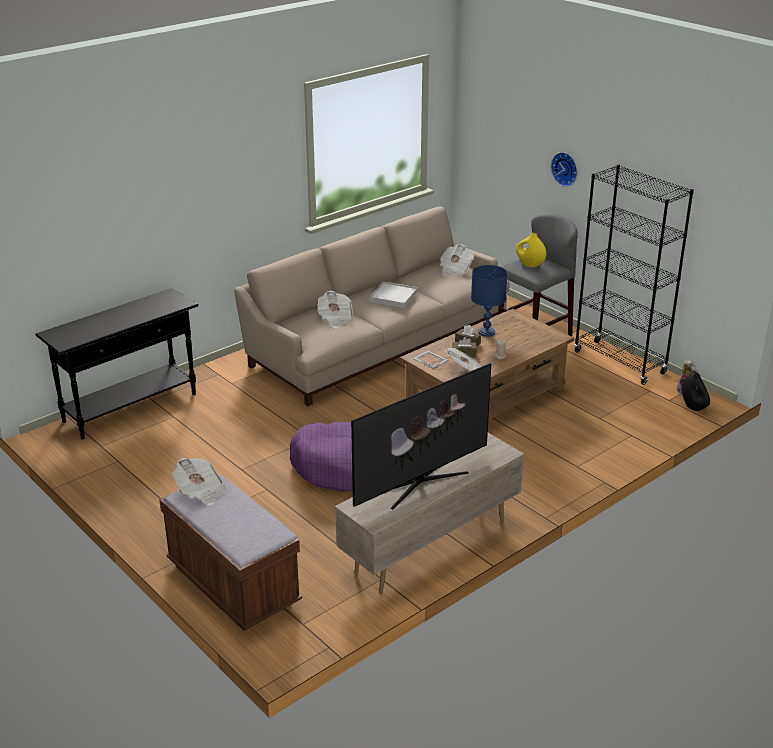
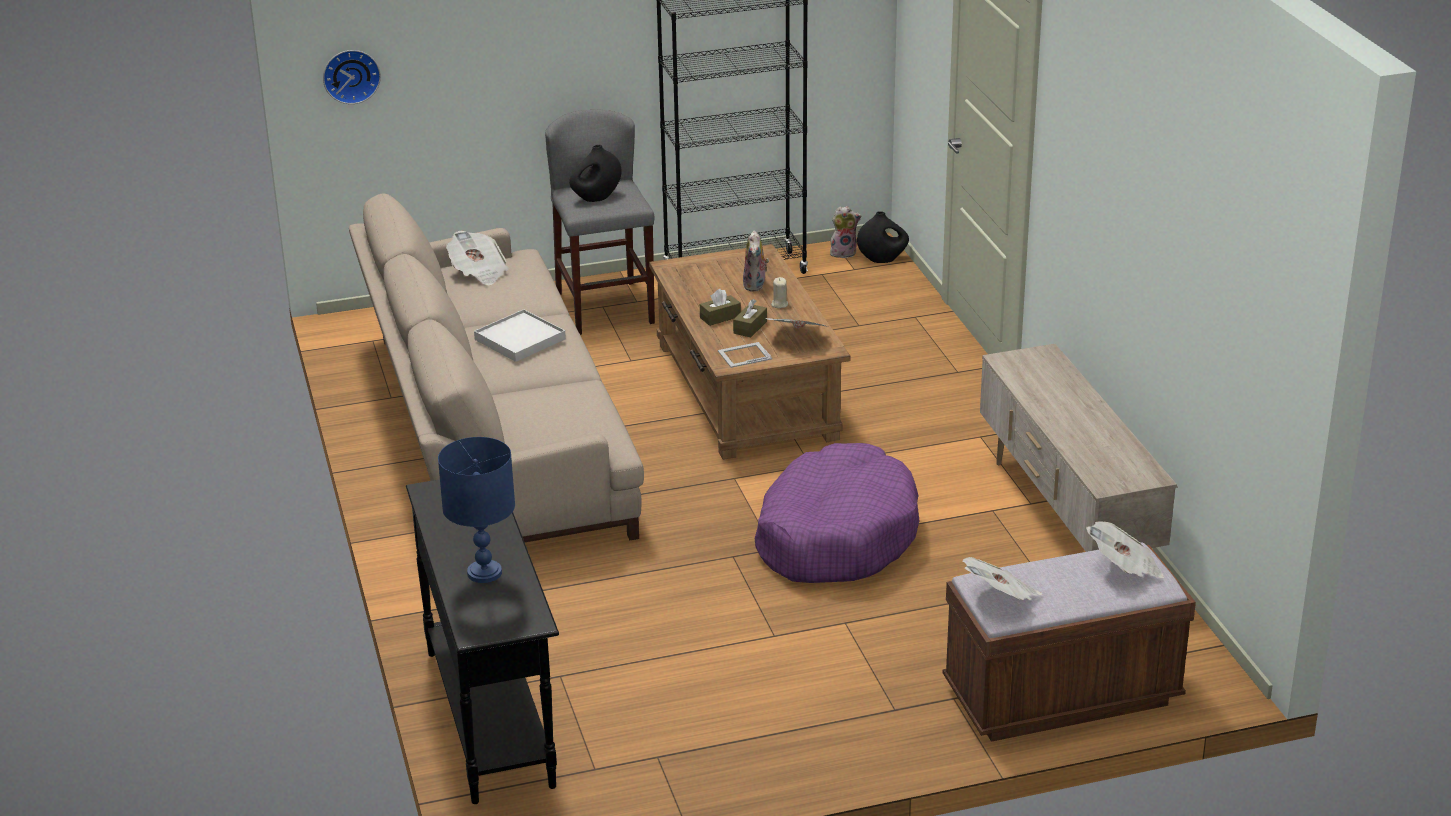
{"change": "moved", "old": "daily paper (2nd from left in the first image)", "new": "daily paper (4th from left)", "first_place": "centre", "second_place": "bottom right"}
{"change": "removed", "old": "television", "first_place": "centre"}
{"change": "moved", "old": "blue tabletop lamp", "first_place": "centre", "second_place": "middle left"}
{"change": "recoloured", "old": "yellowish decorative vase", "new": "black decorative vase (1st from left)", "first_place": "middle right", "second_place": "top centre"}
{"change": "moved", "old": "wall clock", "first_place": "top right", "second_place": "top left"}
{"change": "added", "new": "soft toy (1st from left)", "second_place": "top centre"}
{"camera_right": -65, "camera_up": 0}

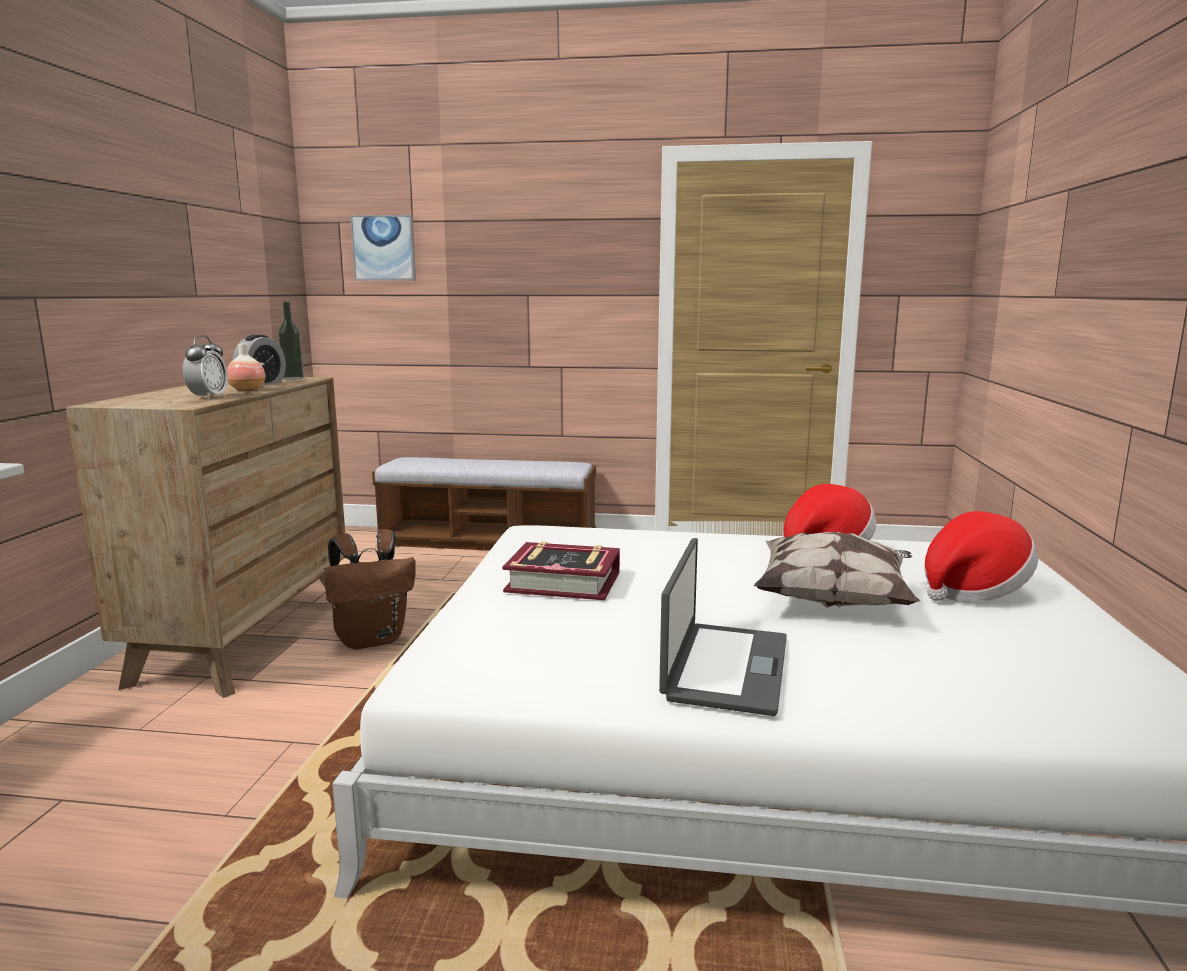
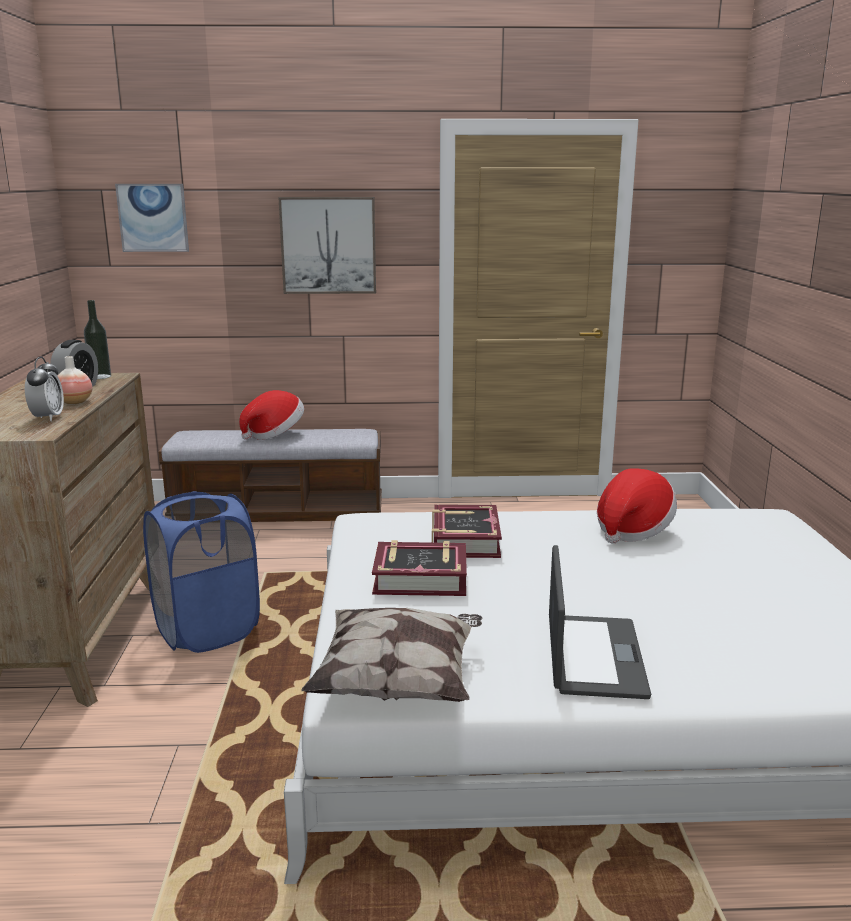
{"change": "replaced", "old": "brown-coloured backpack", "new": "blue laundry basket", "first_place": "middle left", "second_place": "middle left"}
{"change": "moved", "old": "pillow", "first_place": "middle right", "second_place": "bottom centre"}
{"change": "moved", "old": "hat (2nd from left in the first image)", "new": "hat (1st from left)", "first_place": "middle right", "second_place": "middle left"}
{"change": "added", "new": "wall art (2nd from left)", "second_place": "top centre"}
{"change": "added", "new": "volume (2nd from left)", "second_place": "centre"}
{"camera_right": -10, "camera_up": 5}

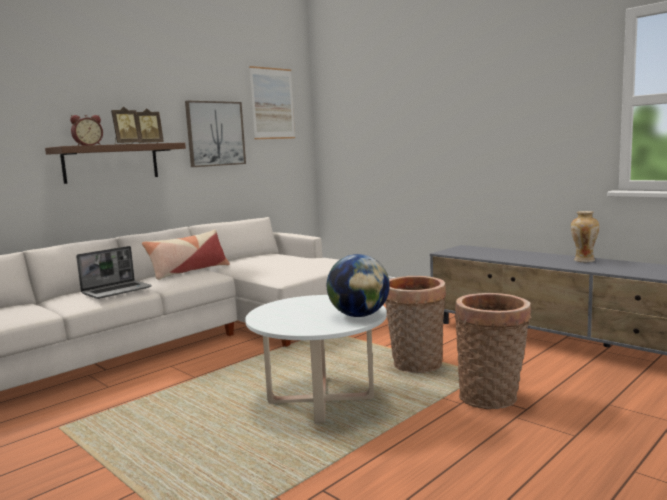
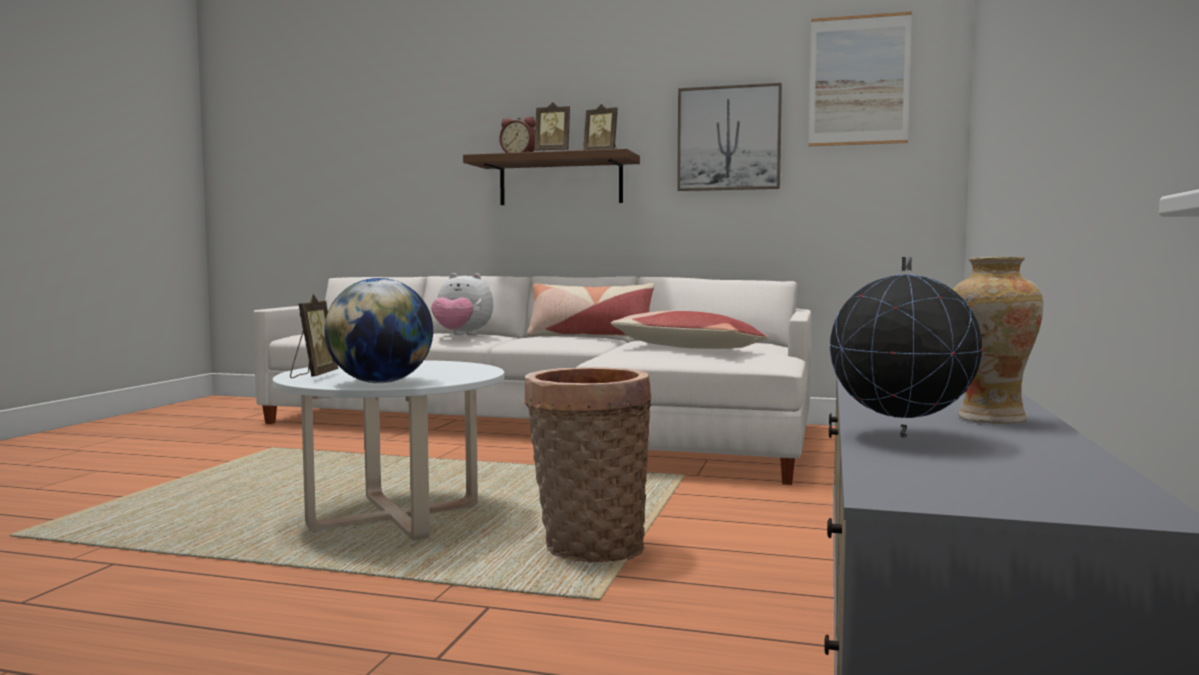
{"change": "replaced", "old": "portable computer", "new": "soft toy", "first_place": "middle left", "second_place": "centre"}
{"change": "removed", "old": "basket (2nd from left)", "first_place": "bottom right"}
{"change": "added", "new": "picture frame (1st from left)", "second_place": "middle left"}
{"change": "added", "new": "pillow (2nd from left)", "second_place": "centre"}
{"change": "added", "new": "desk globe (2nd from left)", "second_place": "middle right"}
{"camera_right": 60, "camera_up": -5}

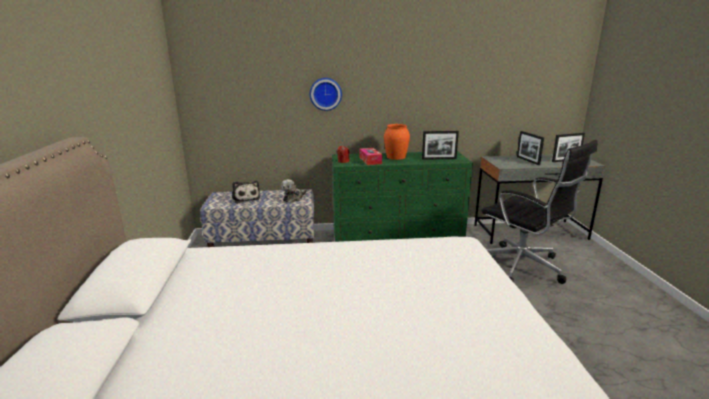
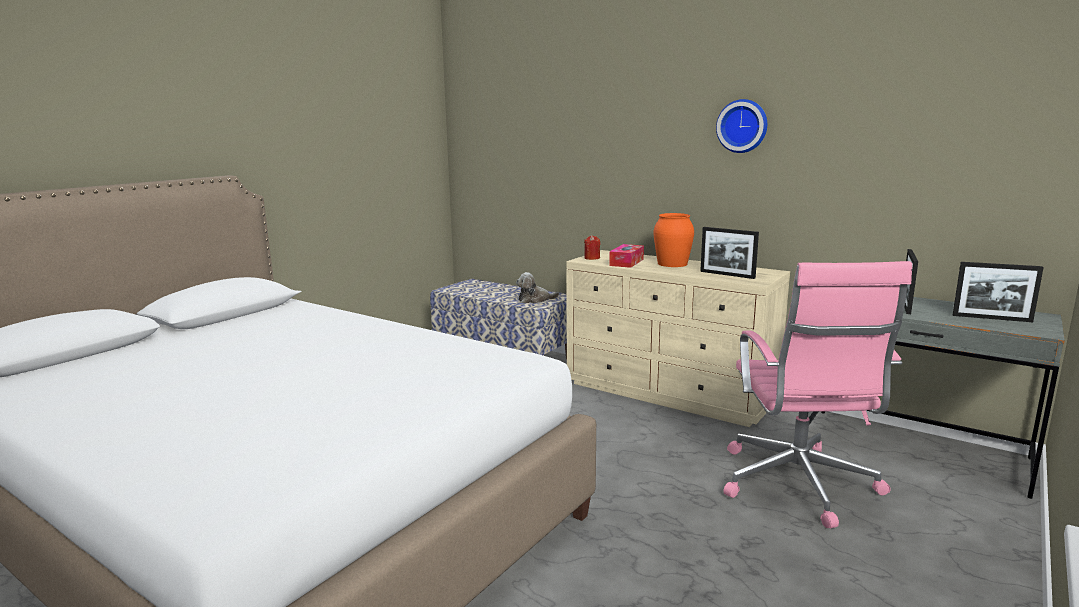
{"change": "removed", "old": "soft toy (1st from left)", "first_place": "centre"}
{"change": "moved", "old": "wall clock", "first_place": "top centre", "second_place": "top right"}
{"change": "recoloured", "old": "green-coloured chest of drawers", "new": "beige-coloured chest of drawers", "first_place": "centre", "second_place": "centre"}
{"change": "recoloured", "old": "black desk chair", "new": "pink-coloured desk chair", "first_place": "middle right", "second_place": "middle right"}
{"camera_right": 40, "camera_up": -5}

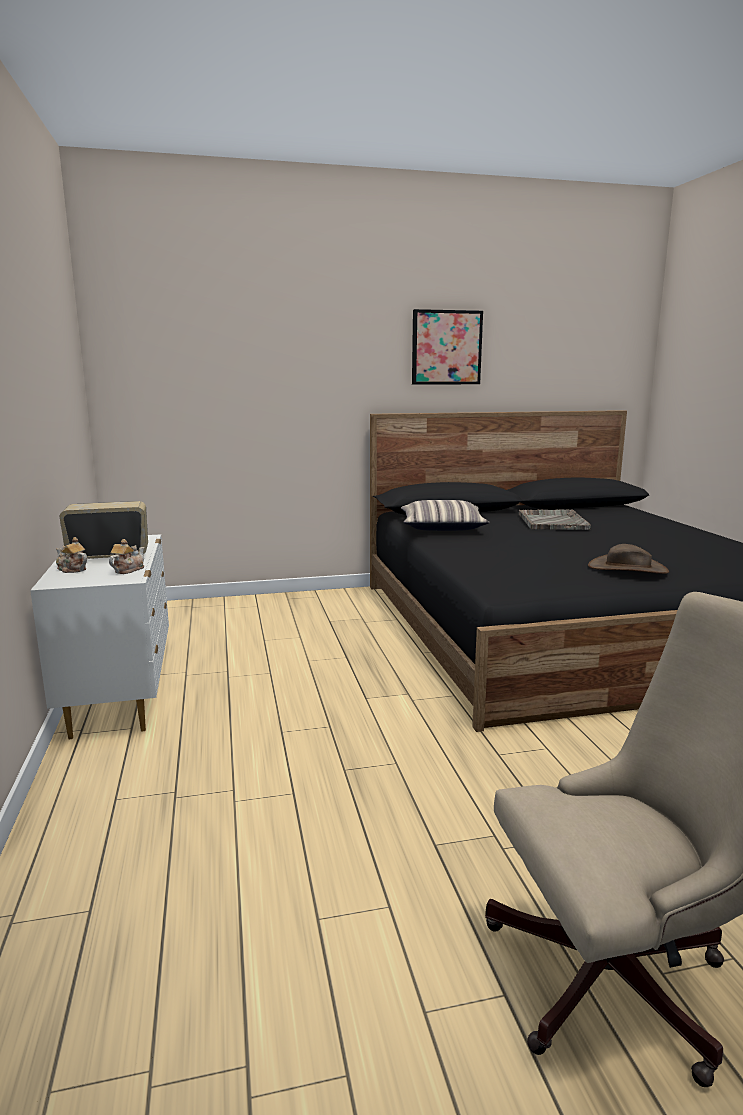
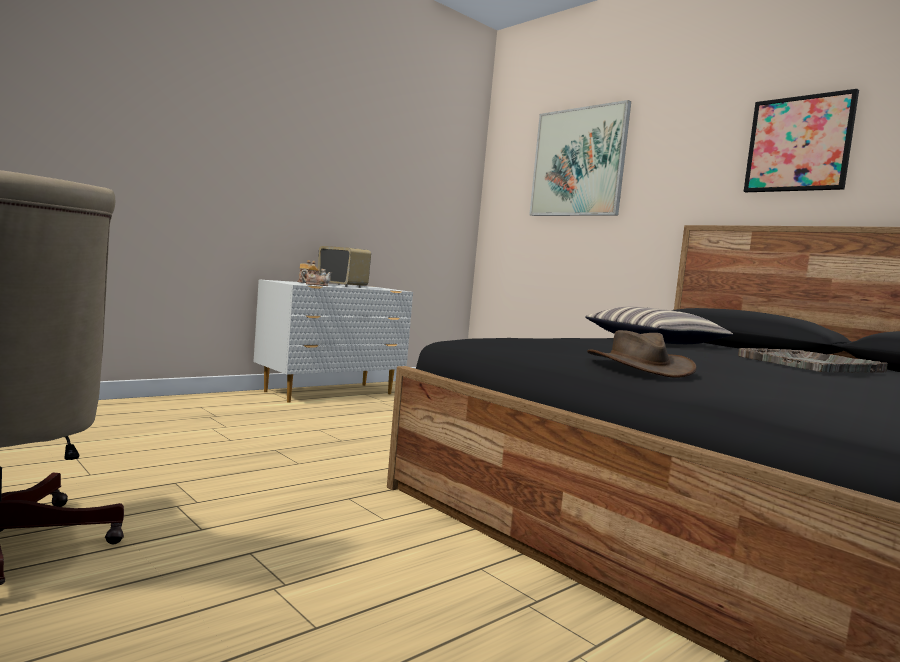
{"change": "added", "new": "wall art (1st from left)", "second_place": "top centre"}
{"camera_right": 60, "camera_up": -10}

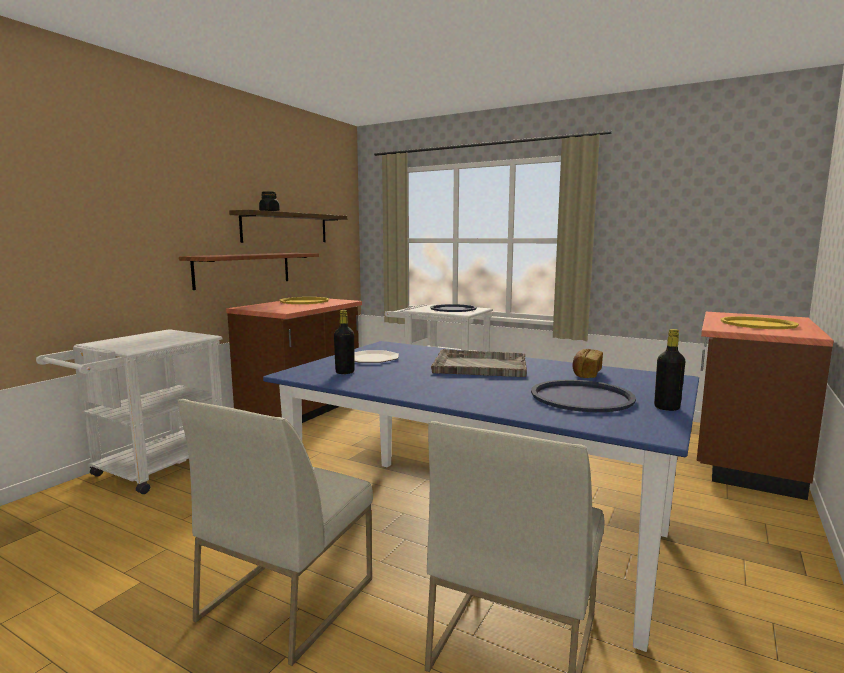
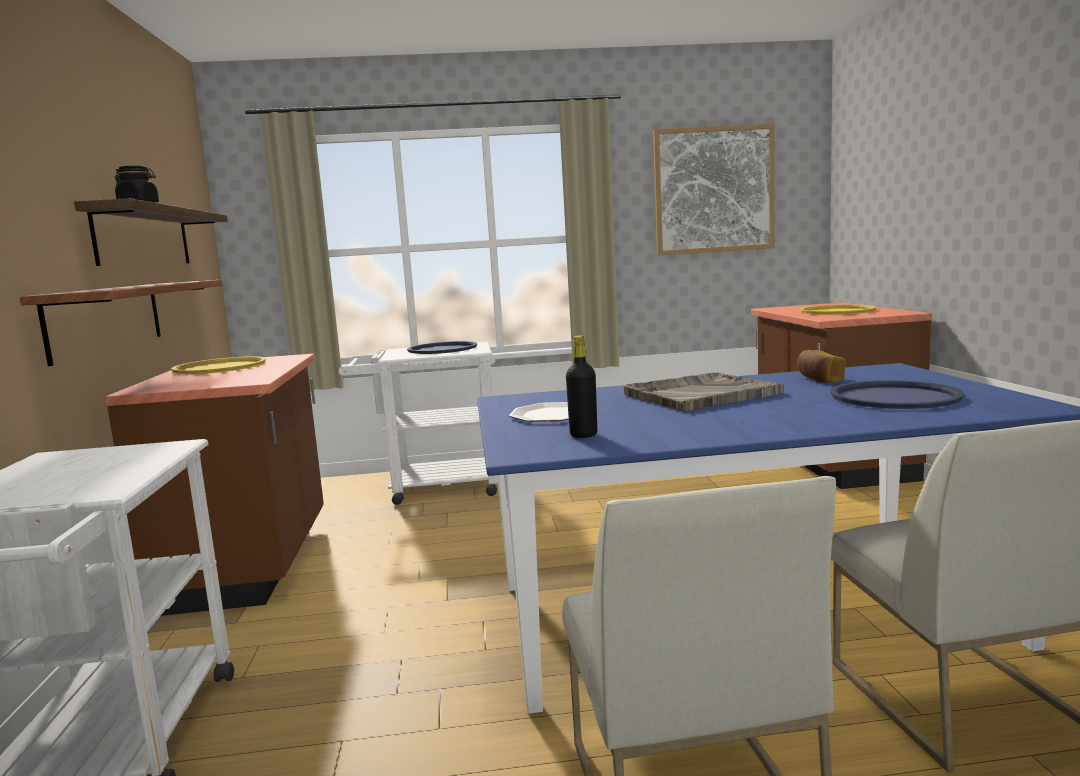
{"change": "removed", "old": "black drink bottle (2nd from left)", "first_place": "middle right"}
{"change": "added", "new": "wall art", "second_place": "top centre"}
{"camera_right": -35, "camera_up": 0}

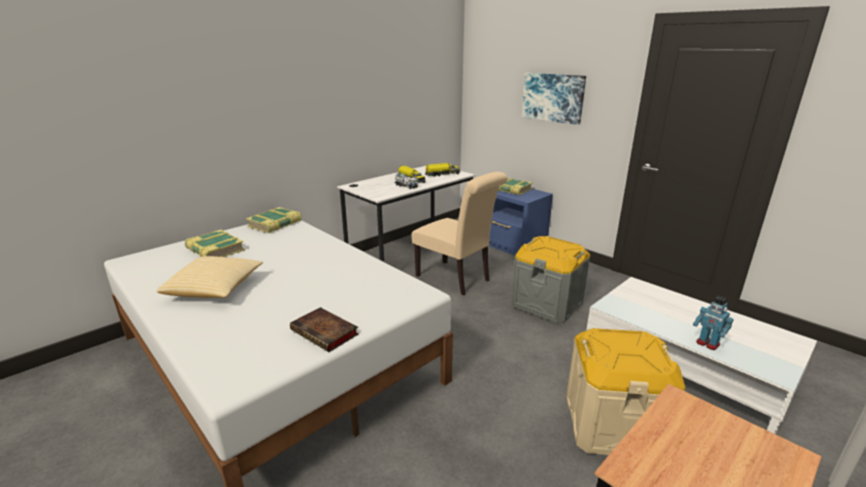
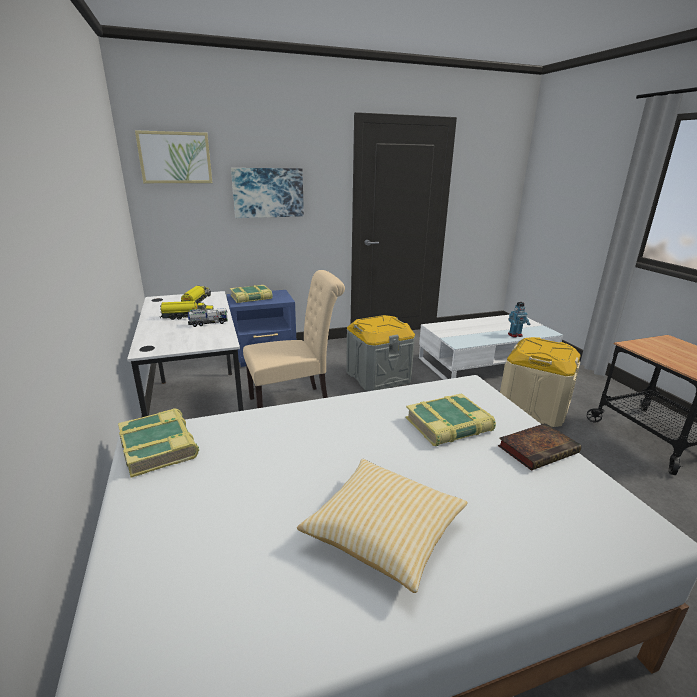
{"change": "moved", "old": "volume (1st from left in the first image)", "new": "volume (3rd from left)", "first_place": "middle left", "second_place": "centre"}
{"change": "added", "new": "wall art (1st from left)", "second_place": "top left"}
{"camera_right": -65, "camera_up": 0}

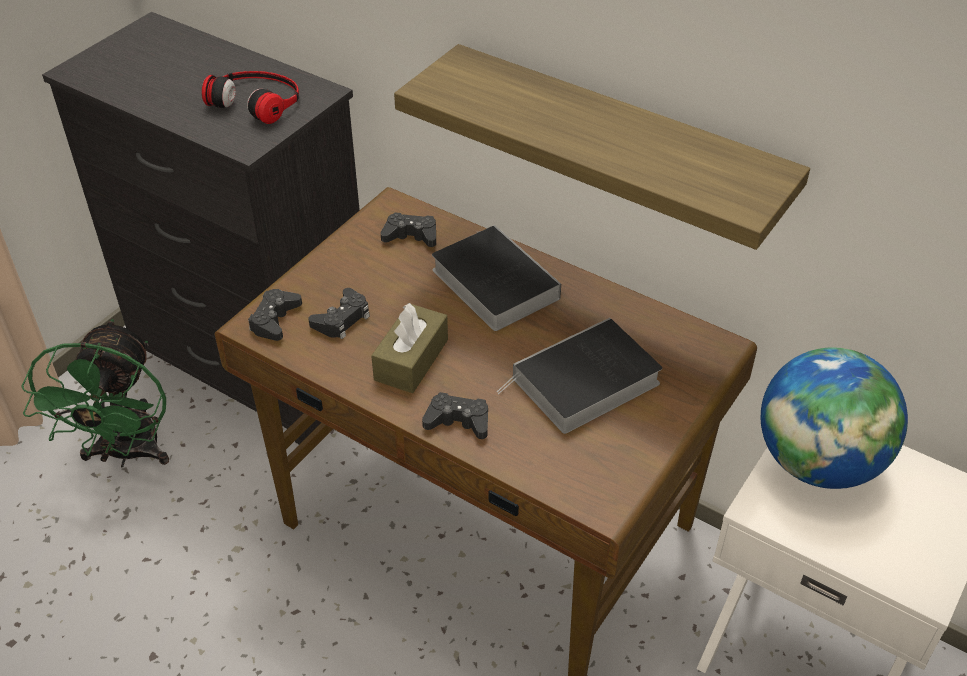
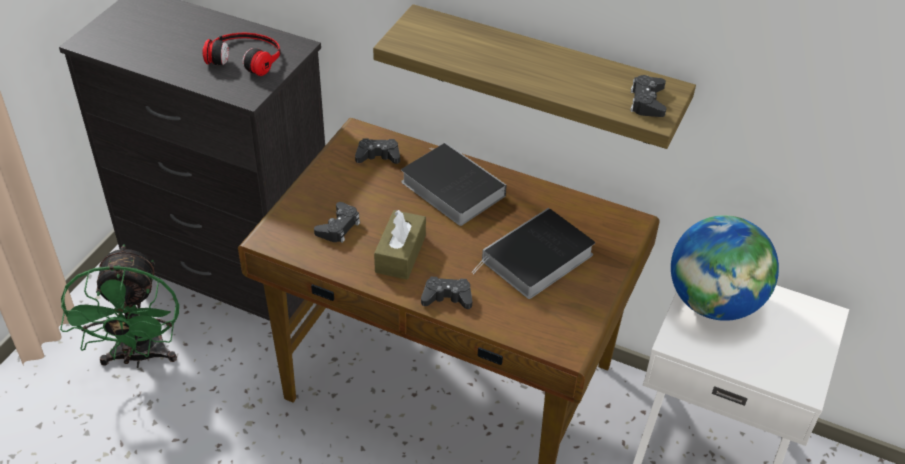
{"change": "moved", "old": "black game controller (1st from left in the first image)", "new": "black game controller (4th from left)", "first_place": "middle left", "second_place": "top right"}
{"camera_right": -10, "camera_up": 0}

